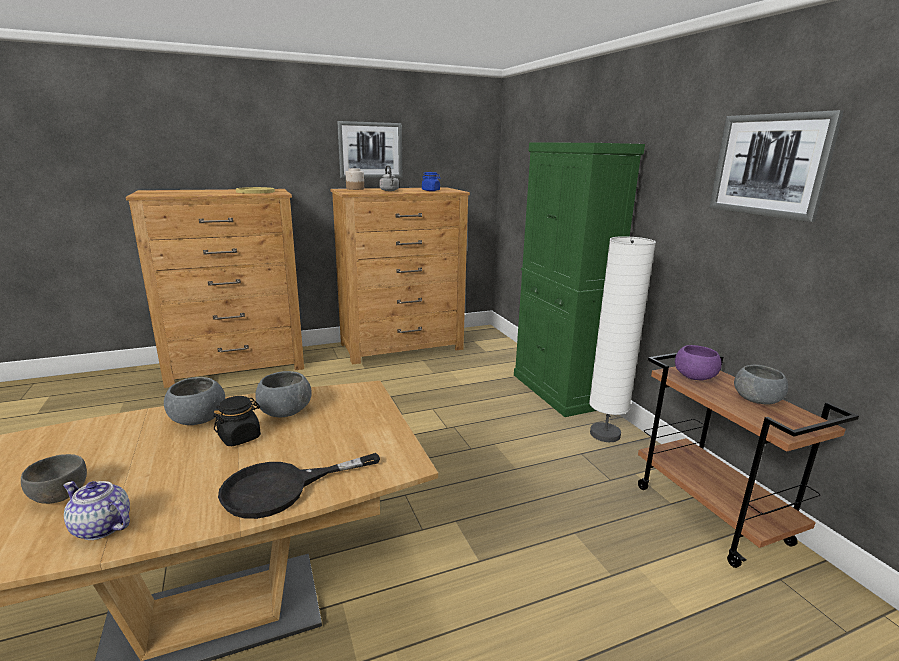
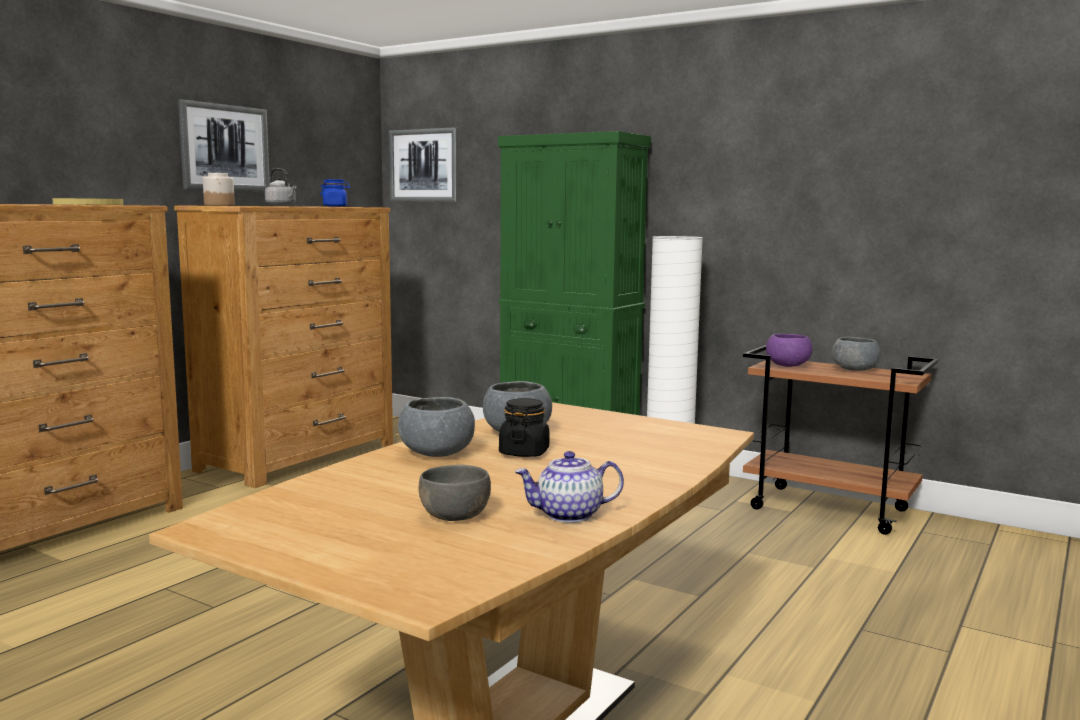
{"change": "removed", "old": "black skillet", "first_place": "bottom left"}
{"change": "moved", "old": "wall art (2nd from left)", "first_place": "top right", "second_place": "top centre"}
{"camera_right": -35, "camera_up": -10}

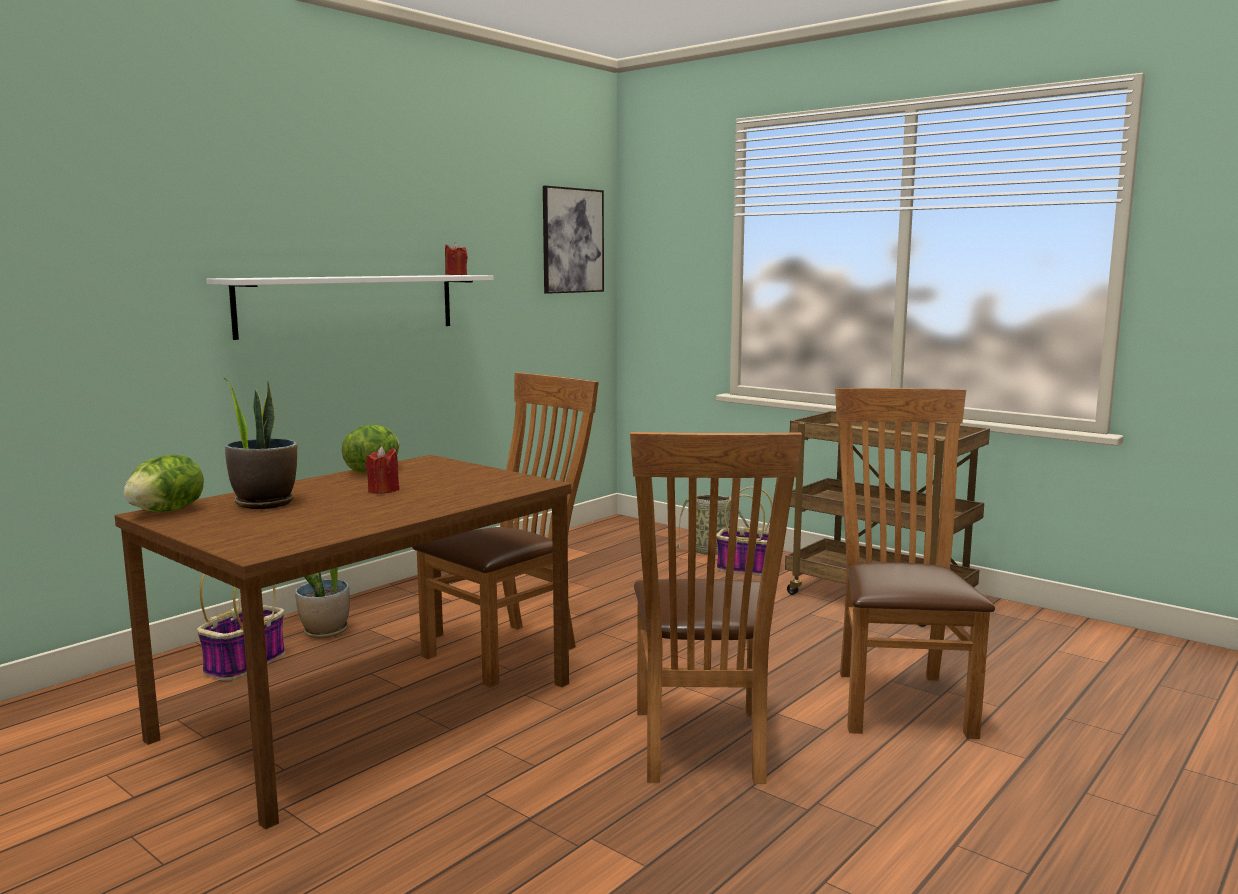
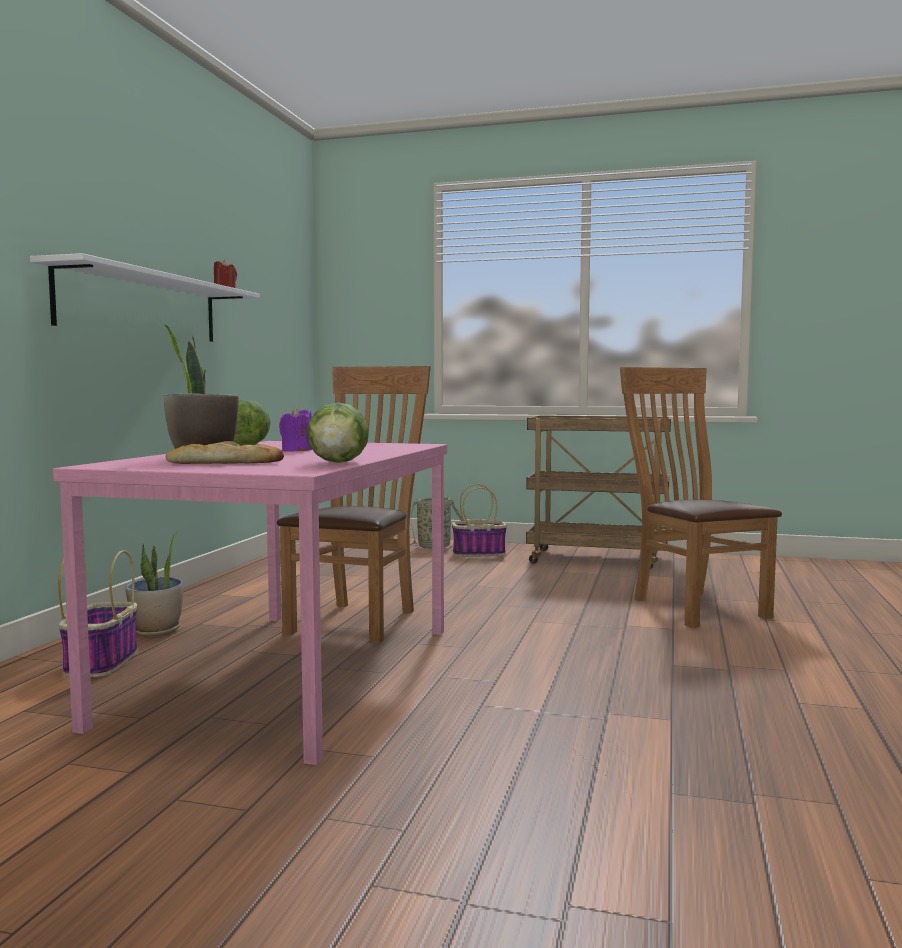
{"change": "recoloured", "old": "brown-coloured dining table", "new": "pink-coloured dining table", "first_place": "bottom left", "second_place": "middle left"}
{"change": "moved", "old": "lettuce head (1st from left in the first image)", "new": "lettuce head (2nd from left)", "first_place": "middle left", "second_place": "centre"}
{"change": "recoloured", "old": "red candle (1st from left)", "new": "purple-coloured candle", "first_place": "middle left", "second_place": "middle left"}
{"change": "removed", "old": "wall art", "first_place": "top centre"}
{"change": "removed", "old": "brown-coloured upright chair (2nd from left)", "first_place": "bottom centre"}
{"change": "added", "new": "bread", "second_place": "middle left"}
{"camera_right": -25, "camera_up": -5}

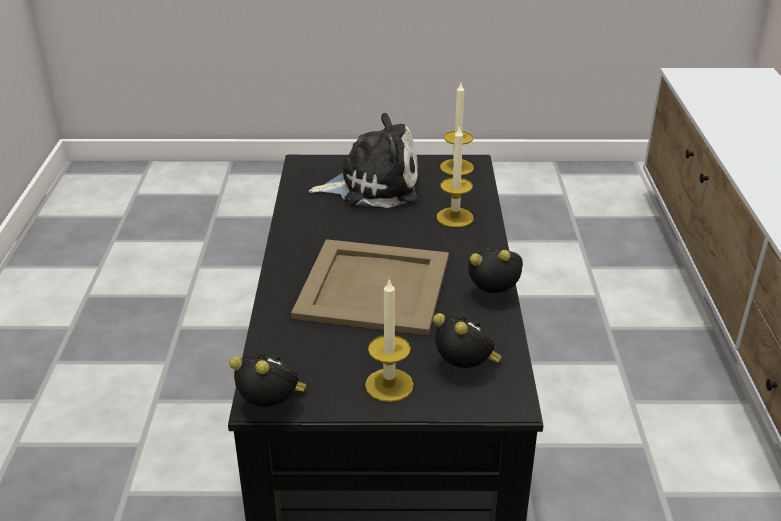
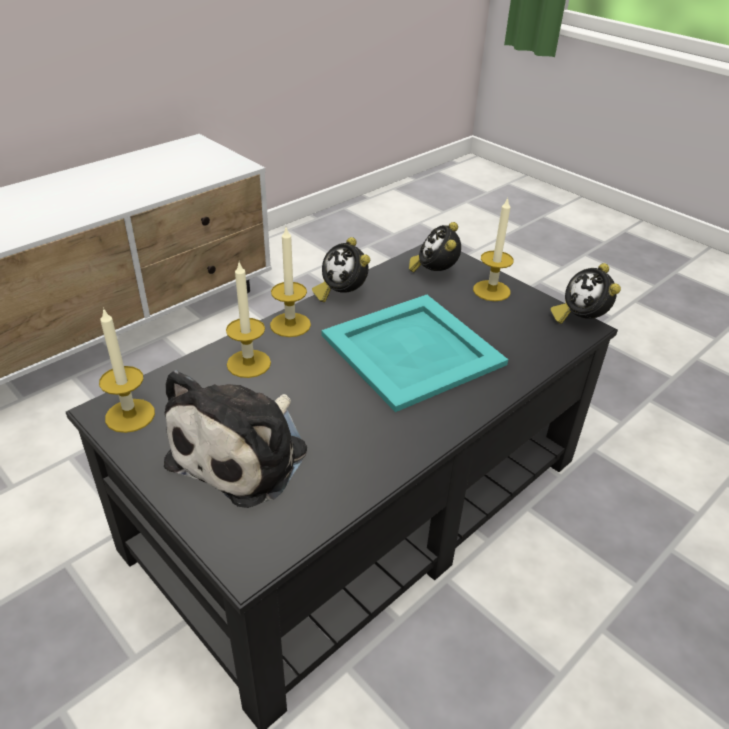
{"change": "recoloured", "old": "beige-coloured serving tray", "new": "turquoise-coloured serving tray", "first_place": "centre", "second_place": "centre"}
{"change": "turned", "old": "soft toy", "first_place": "top centre", "second_place": "middle left", "degrees": -105}
{"change": "added", "new": "candle (3rd from left)", "second_place": "centre"}
{"camera_right": -135, "camera_up": 5}

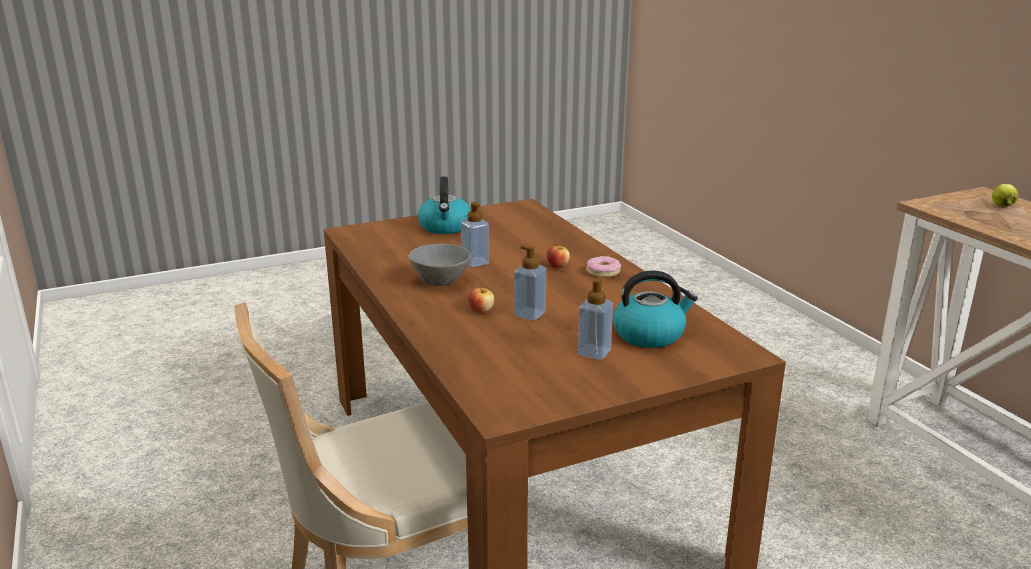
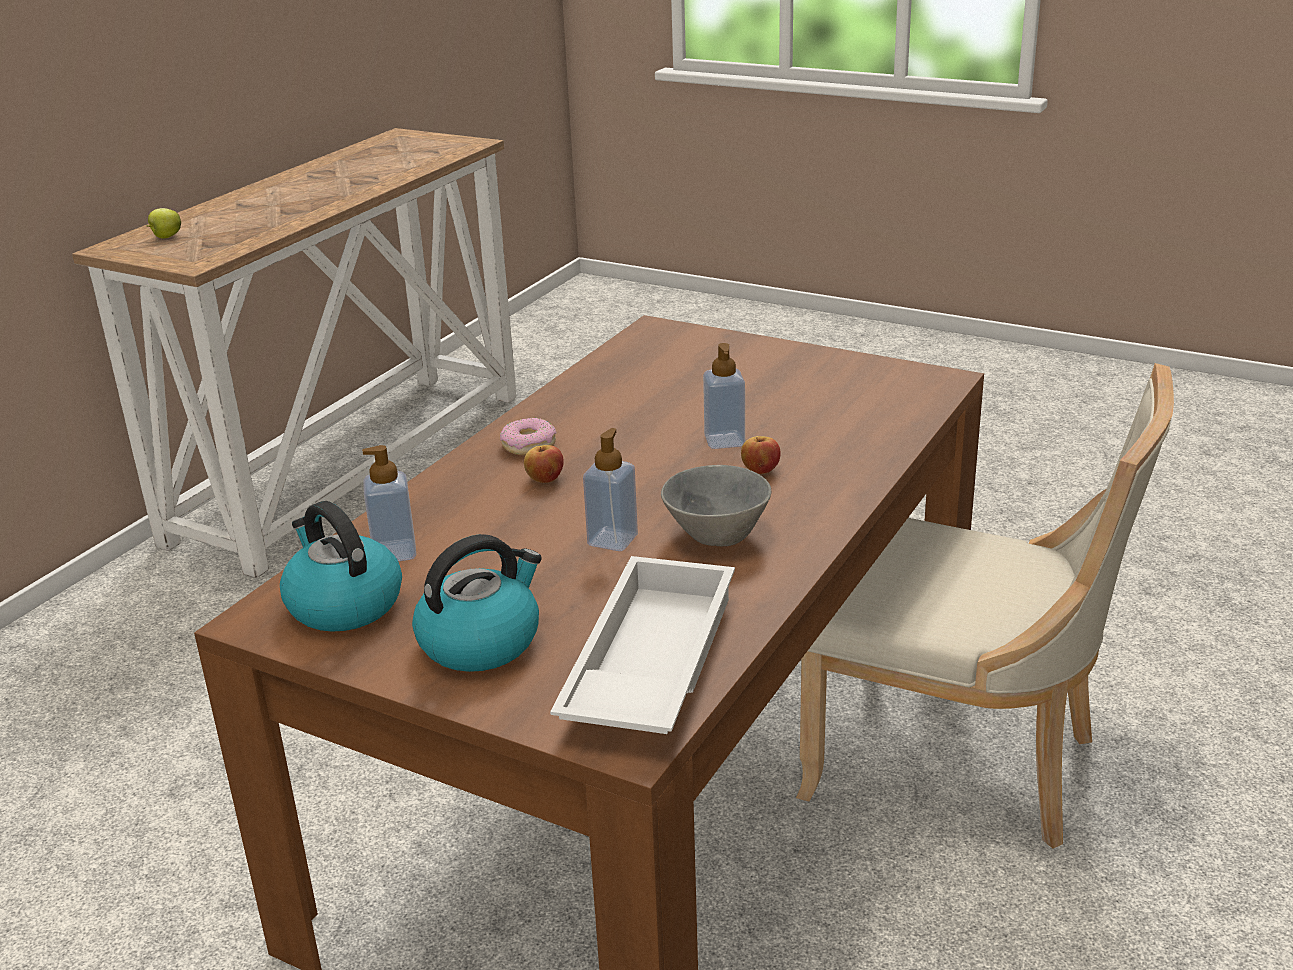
{"change": "moved", "old": "soap bottle (3rd from left in the first image)", "new": "soap bottle (1st from left)", "first_place": "centre", "second_place": "middle left"}
{"change": "moved", "old": "water kettle (2nd from left in the first image)", "new": "water kettle (1st from left)", "first_place": "centre", "second_place": "middle left"}
{"change": "added", "new": "whitish serving tray", "second_place": "centre"}
{"camera_right": -125, "camera_up": 5}

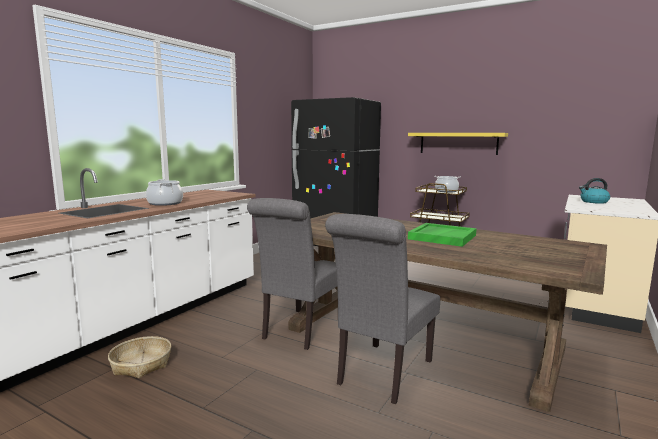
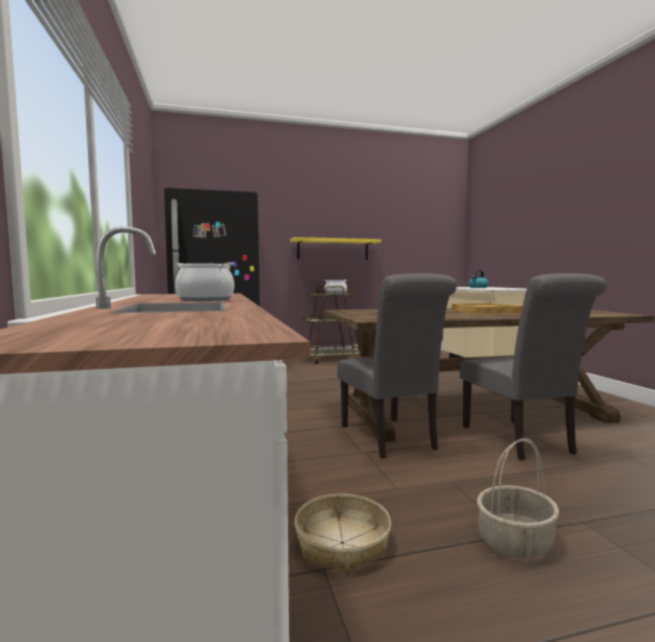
{"change": "recoloured", "old": "green-coloured serving tray", "new": "beige-coloured serving tray", "first_place": "middle right", "second_place": "middle right"}
{"change": "added", "new": "basket (2nd from left)", "second_place": "bottom right"}
{"camera_right": -45, "camera_up": -5}

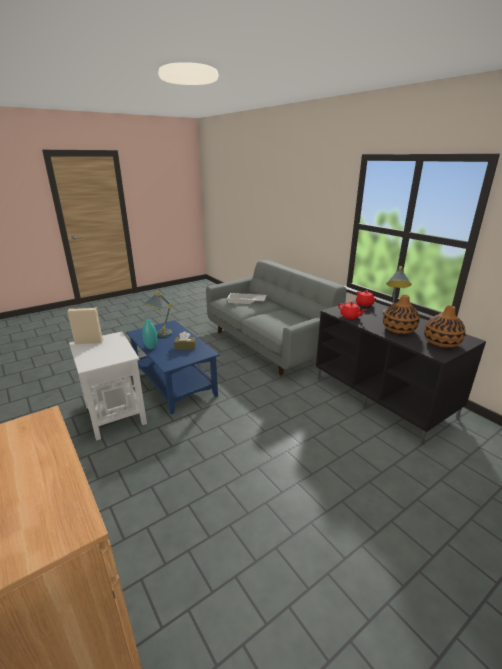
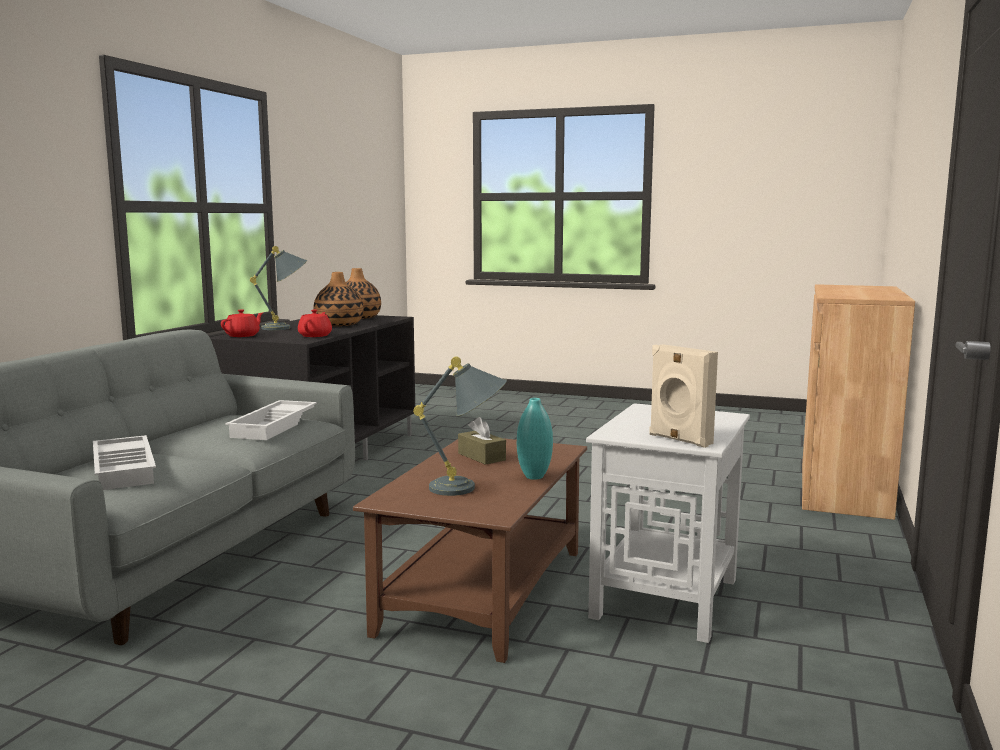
{"change": "recoloured", "old": "blue coffee table", "new": "brown-coloured coffee table", "first_place": "centre", "second_place": "bottom centre"}
{"change": "added", "new": "whitish serving tray (2nd from left)", "second_place": "middle left"}
{"camera_right": -125, "camera_up": -15}

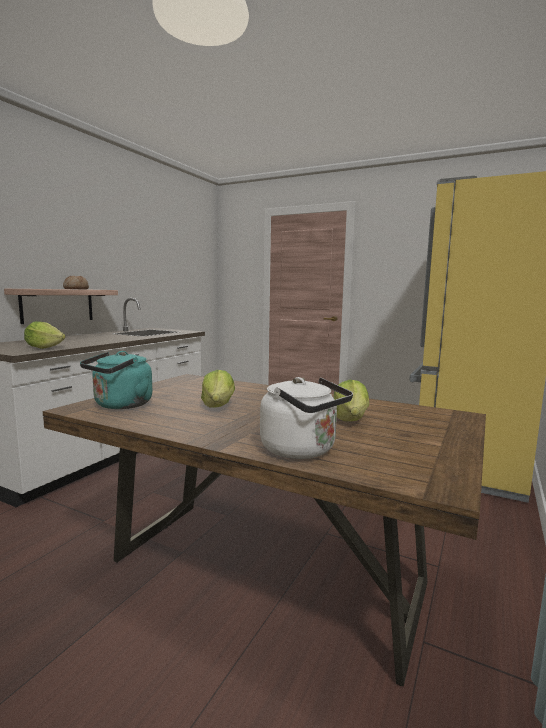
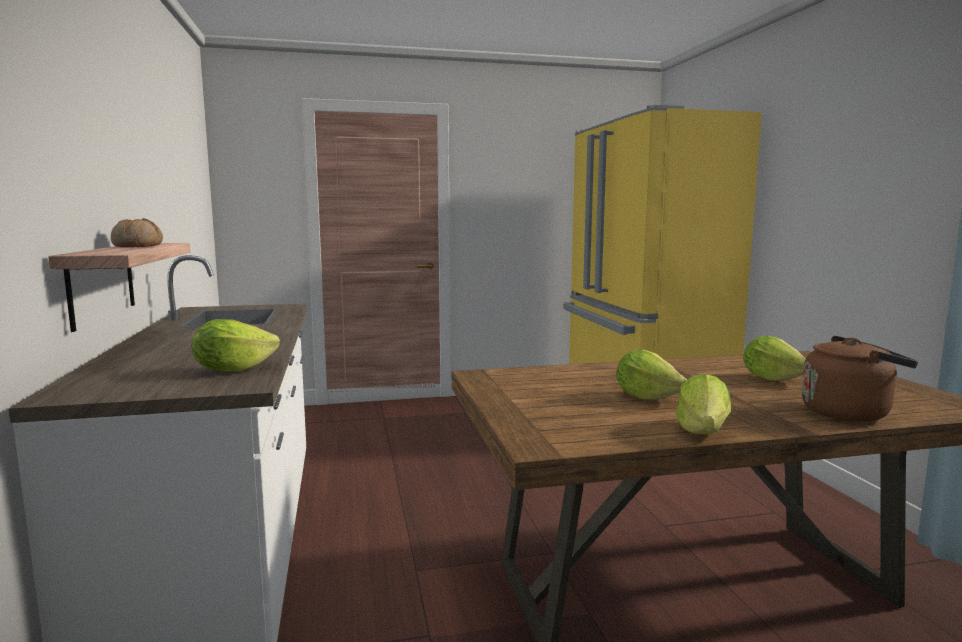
{"change": "removed", "old": "turquoise-coloured water kettle", "first_place": "middle left"}
{"change": "recoloured", "old": "whitish water kettle", "new": "brown-coloured water kettle", "first_place": "centre", "second_place": "middle right"}
{"change": "added", "new": "lettuce head (3rd from left)", "second_place": "middle right"}
{"camera_right": -40, "camera_up": 0}

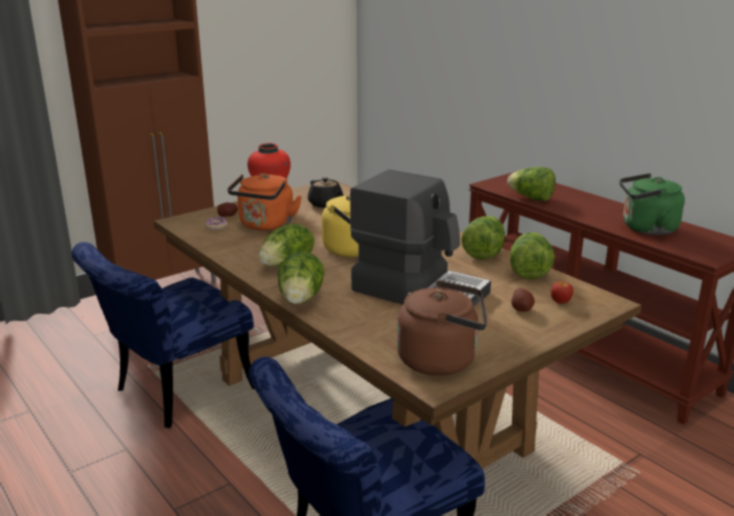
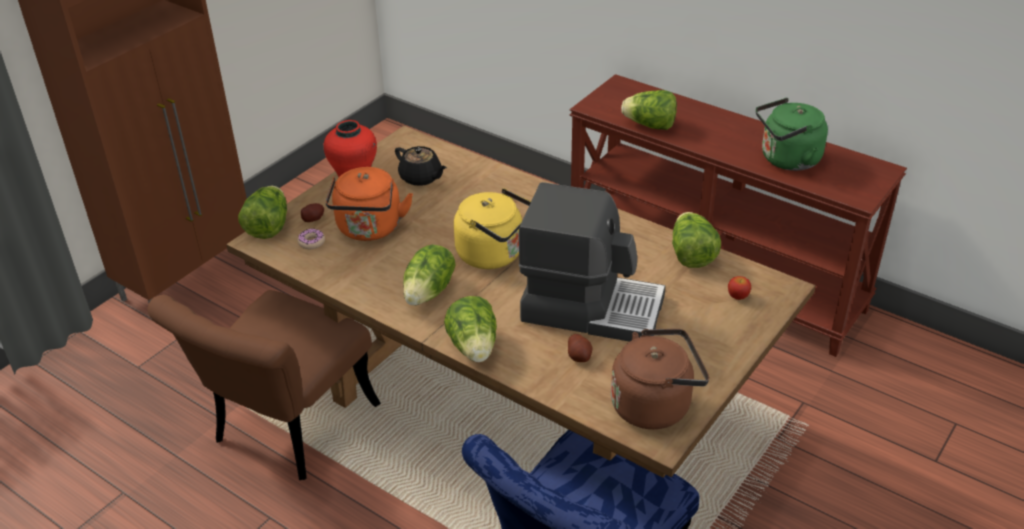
{"change": "recoloured", "old": "blue upright chair (1st from left)", "new": "brown-coloured upright chair", "first_place": "middle left", "second_place": "bottom left"}
{"change": "moved", "old": "lettuce head (3rd from left in the first image)", "new": "lettuce head (1st from left)", "first_place": "centre", "second_place": "middle left"}
{"change": "moved", "old": "spud (2nd from left)", "first_place": "middle right", "second_place": "centre"}
{"camera_right": -15, "camera_up": 15}

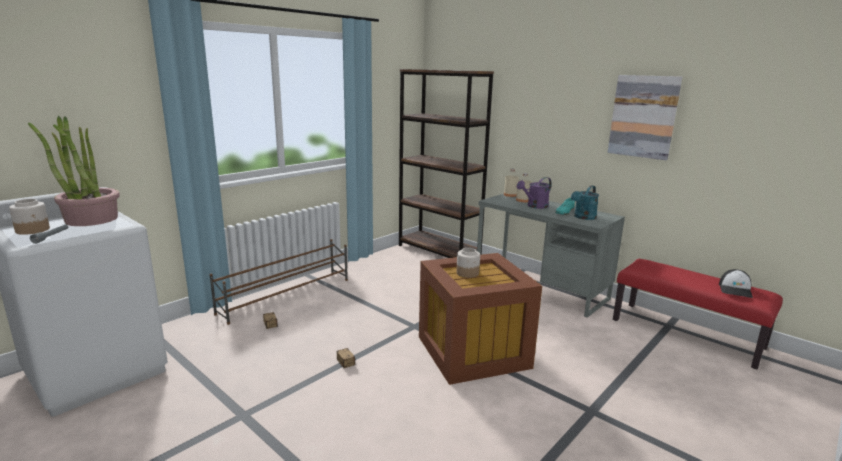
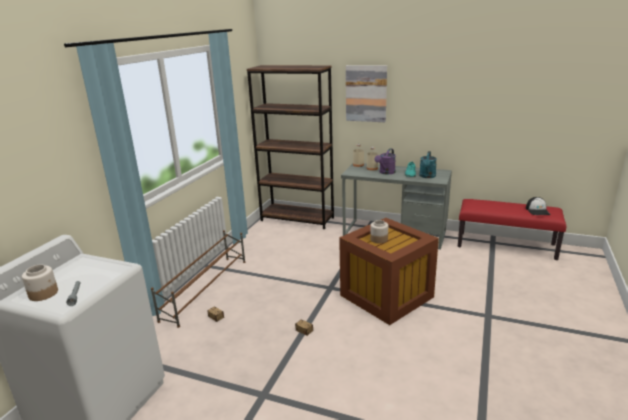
{"change": "removed", "old": "houseplant", "first_place": "middle left"}
{"change": "moved", "old": "wall art", "first_place": "top right", "second_place": "top centre"}
{"camera_right": -20, "camera_up": 5}

